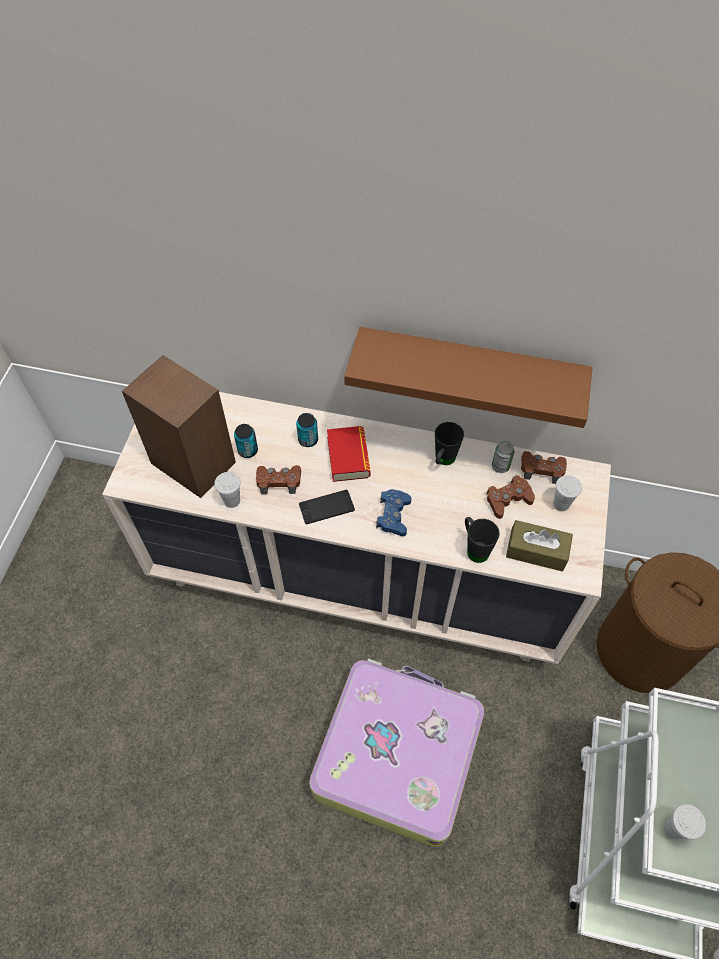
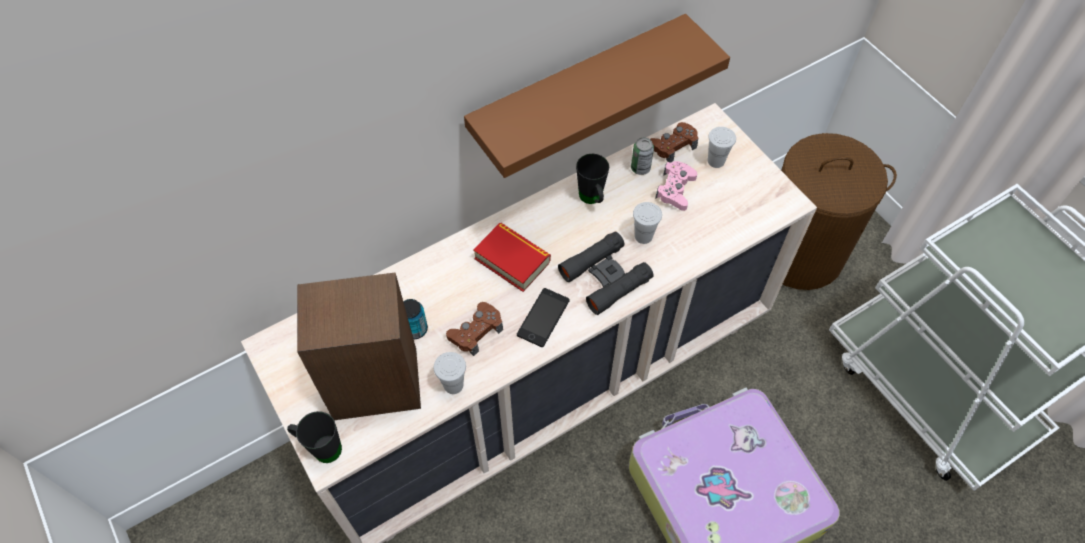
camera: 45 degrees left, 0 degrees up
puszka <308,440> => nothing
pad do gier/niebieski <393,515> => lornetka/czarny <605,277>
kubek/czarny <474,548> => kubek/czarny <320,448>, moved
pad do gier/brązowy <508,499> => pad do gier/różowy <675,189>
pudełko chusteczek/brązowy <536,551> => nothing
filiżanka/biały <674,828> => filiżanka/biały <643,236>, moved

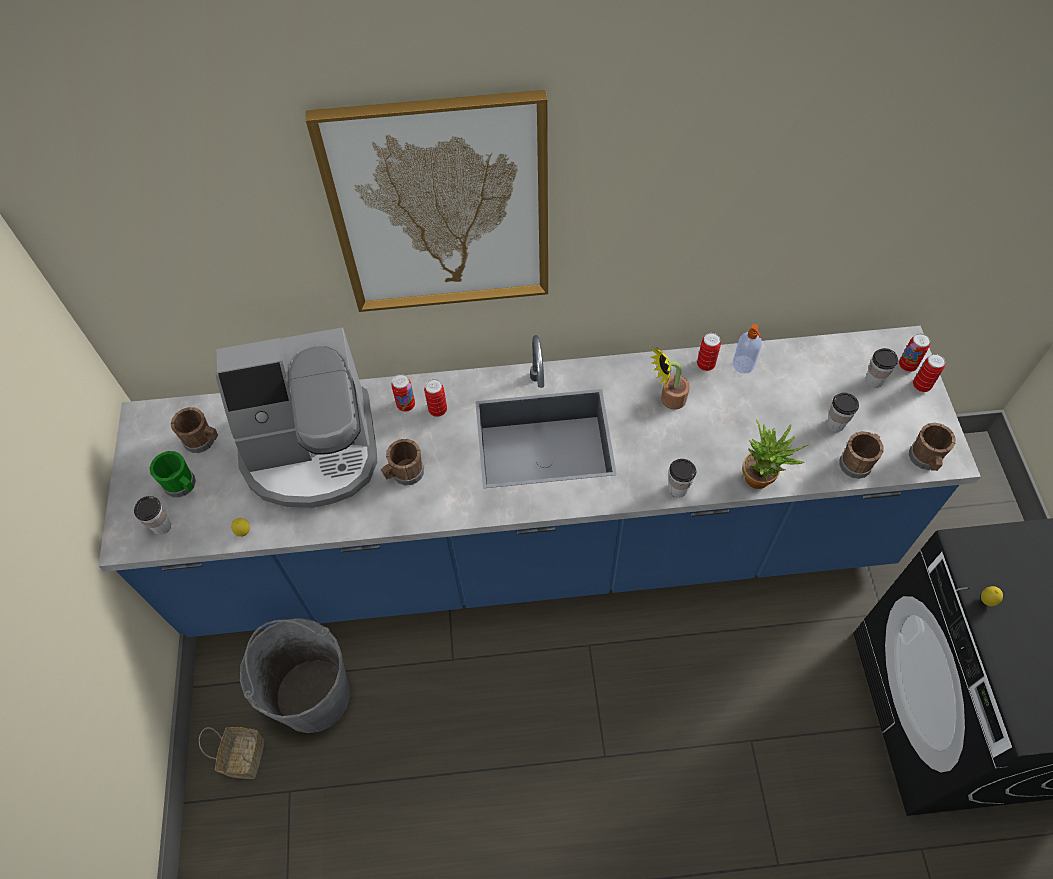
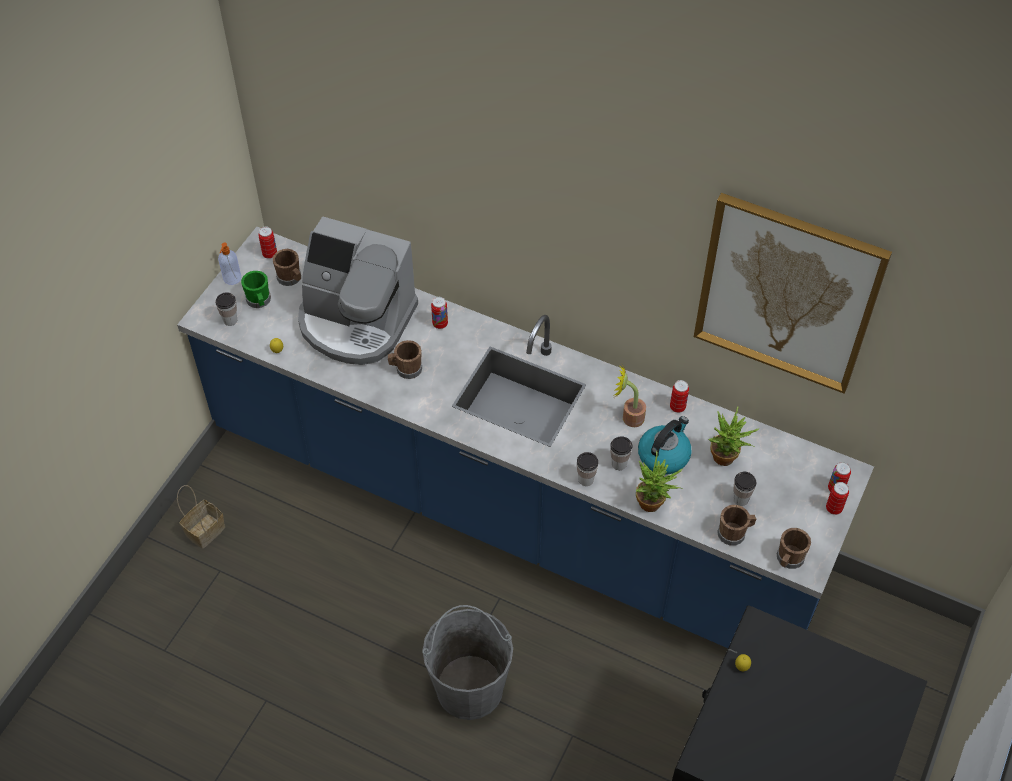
camera: 30 degrees right, 5 degrees down
wiadro/szary <313,695> => wiadro/szary <469,687>, moved
obraz <441,208> => obraz <787,293>, moved
puszka <438,410> => puszka <270,254>, moved
dozownik mydła <744,365> => dozownik mydła <232,278>, moved
filiżanka <873,380> => filiżanka <619,464>, moved
nothing => czajnik <664,455>
nothing => roślina doniczkowa <726,460>

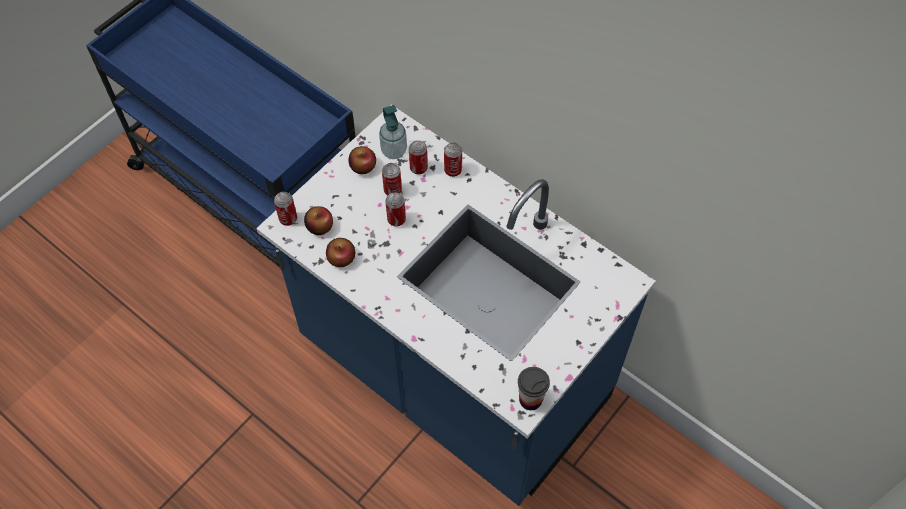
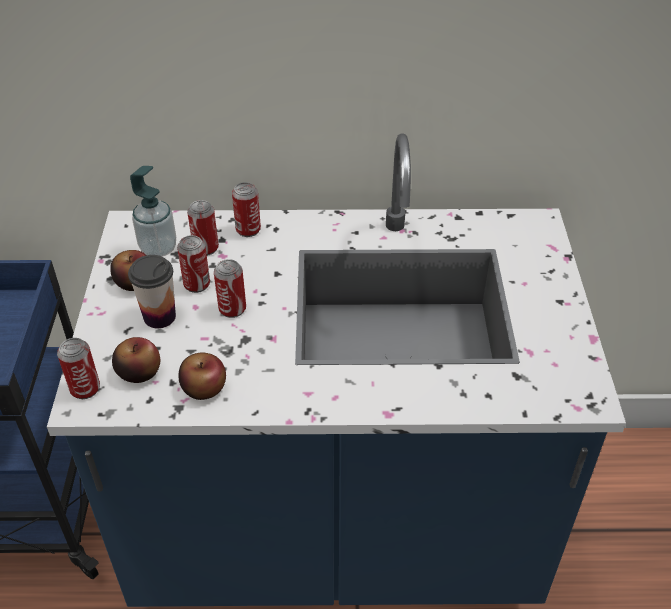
camera: 40 degrees left, 15 degrees down
filiżanka <530,399> => filiżanka <159,317>, moved

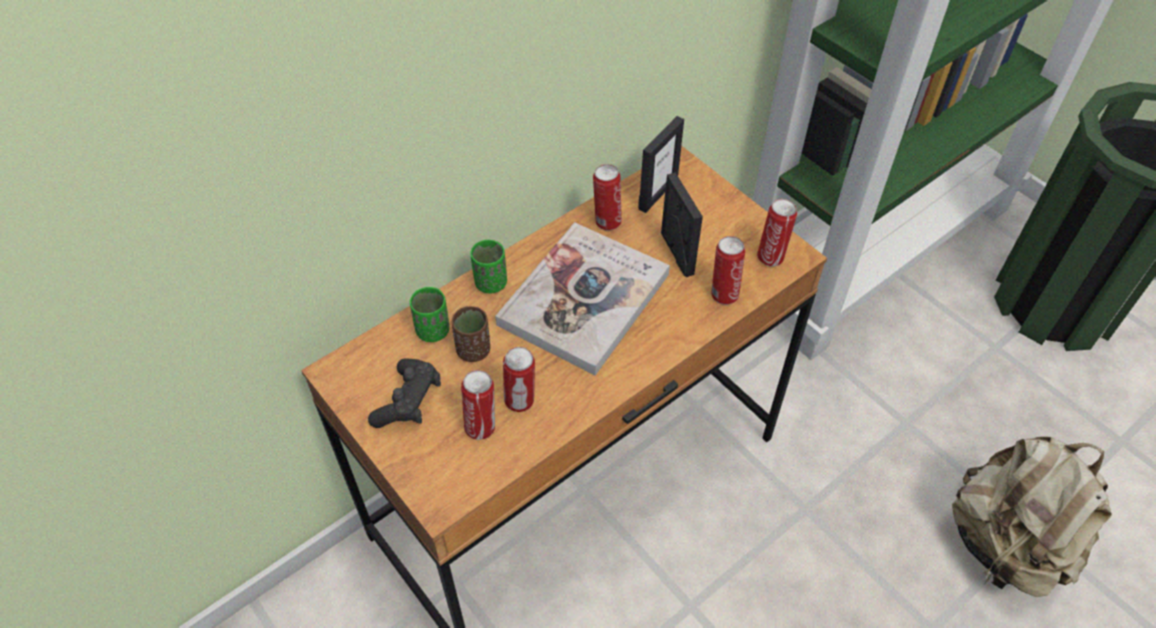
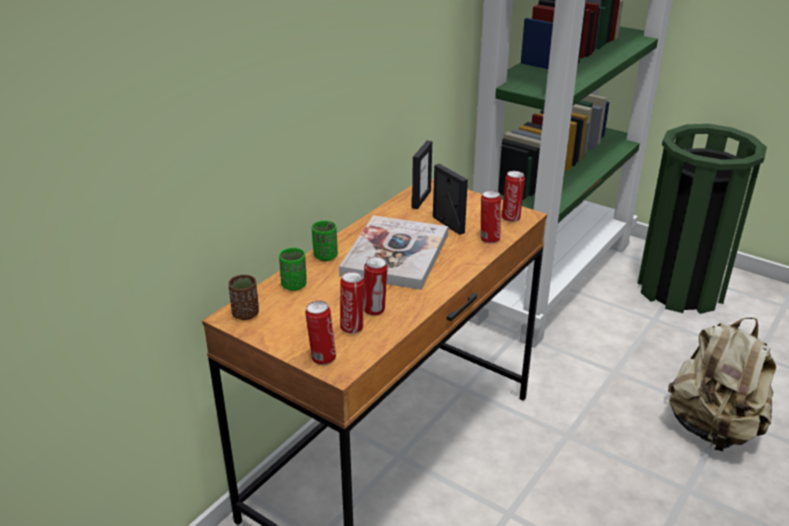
camera: 15 degrees left, 20 degrees down
pad do gier/czarny <408,402> => nothing
filiżanka/brązowy <473,350> => filiżanka/brązowy <246,314>, moved
puszka <606,221> => puszka <322,358>, moved

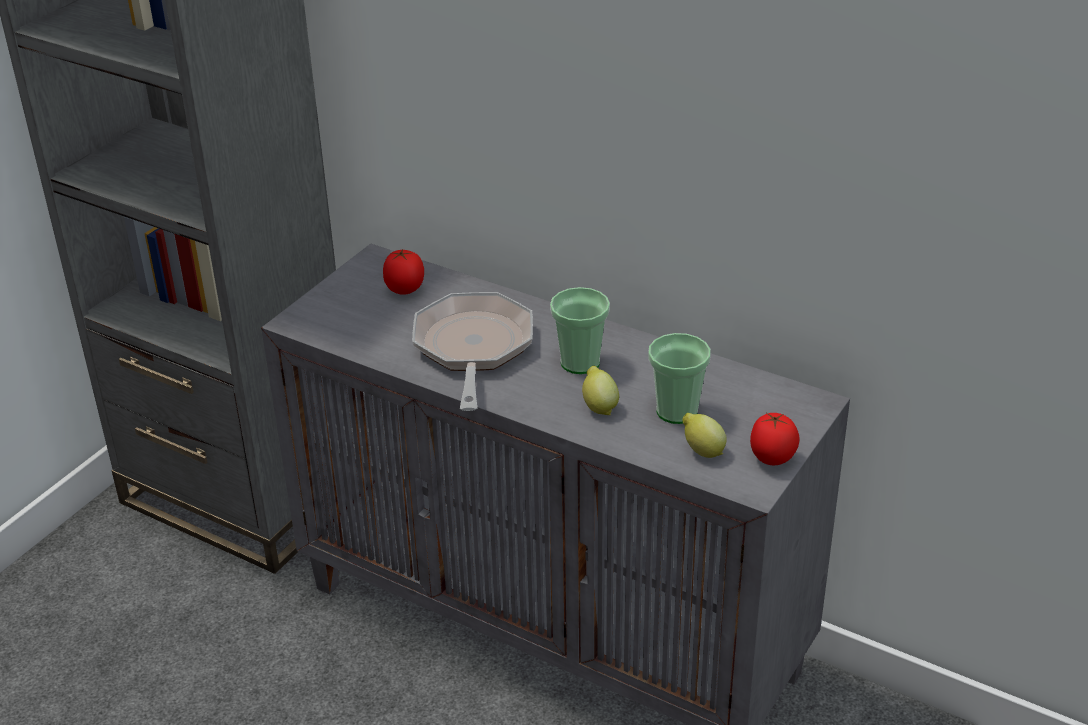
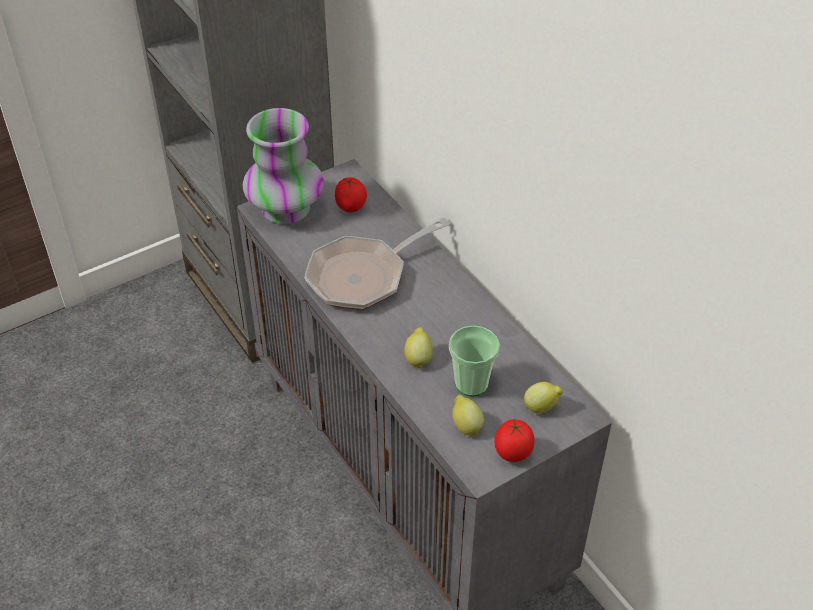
camera: 25 degrees right, 10 degrees up
patelnia <473,349> => patelnia <363,276>, 150 degrees counterclockwise
filiżanka <580,362> => nothing
nothing => wazon <286,208>
nothing => cytryna <541,407>

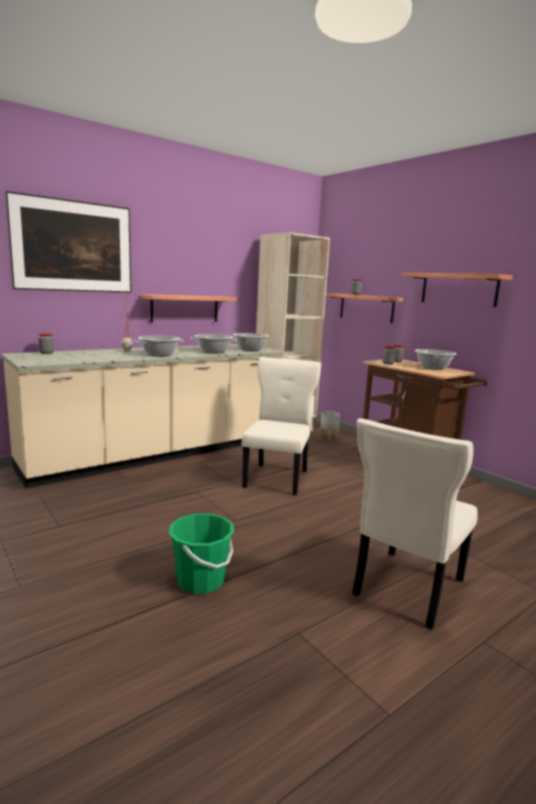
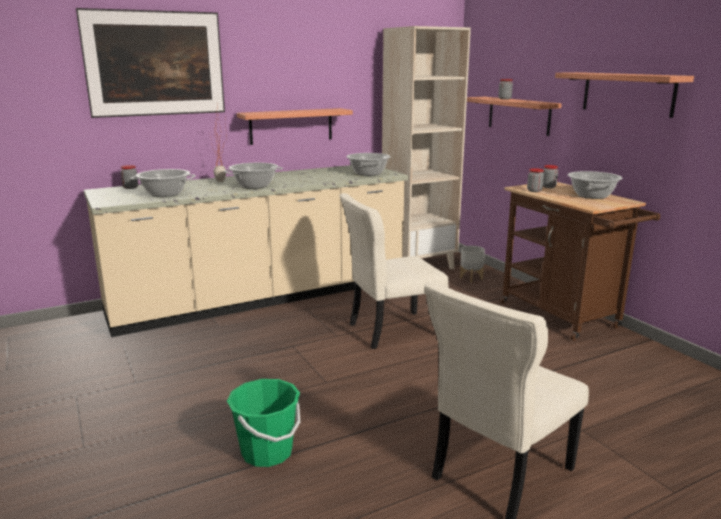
camera: 10 degrees right, 5 degrees up
garnek <213,352> => garnek <165,194>, moved
krzesło/beżowy <277,477> => krzesło/beżowy <391,330>, 135 degrees counterclockwise

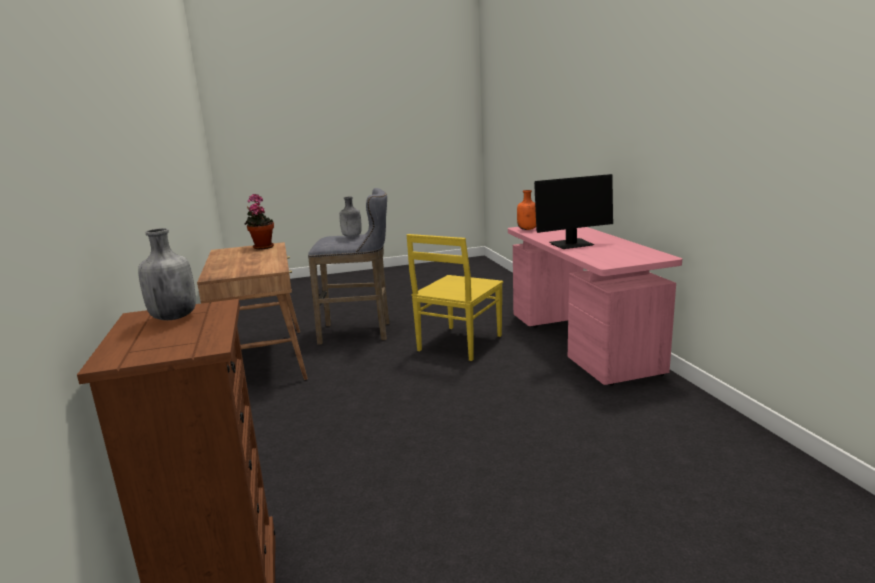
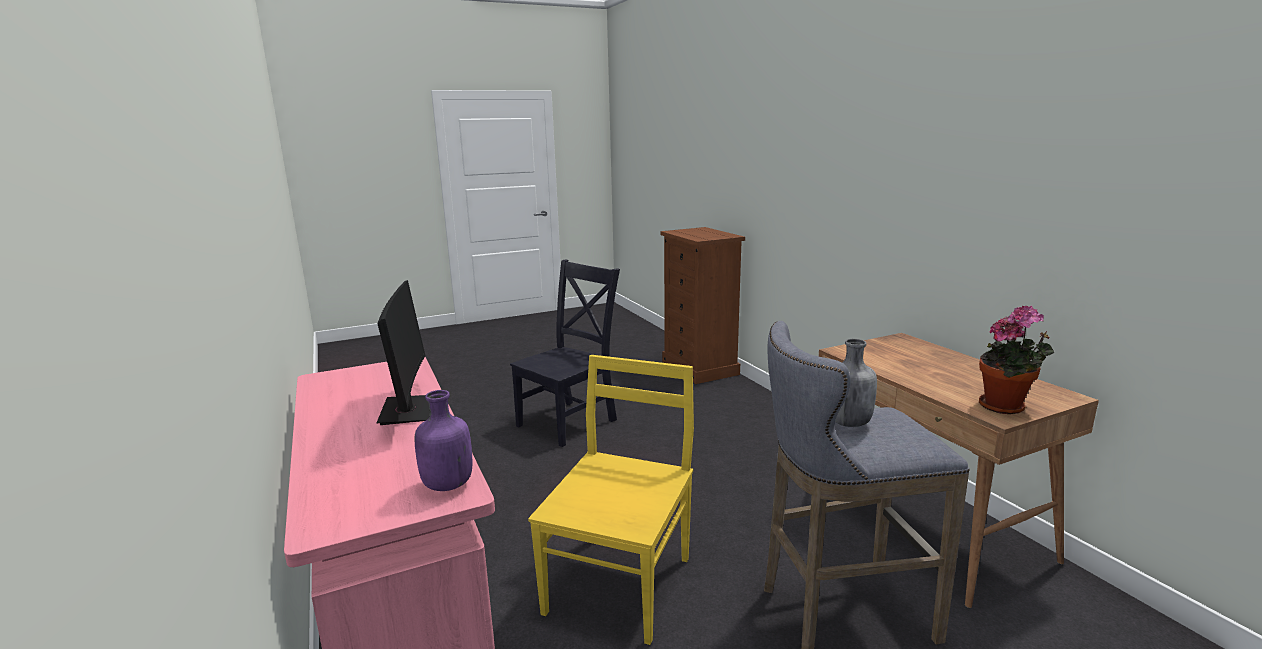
camera: 170 degrees right, 0 degrees up
butelka/szary <174,317> => nothing
butelka/pomarańczowy <527,229> => butelka/fioletowy <446,485>
monitor <571,244> => monitor <408,410>, 105 degrees clockwise
nothing => krzesło/czarny <570,421>

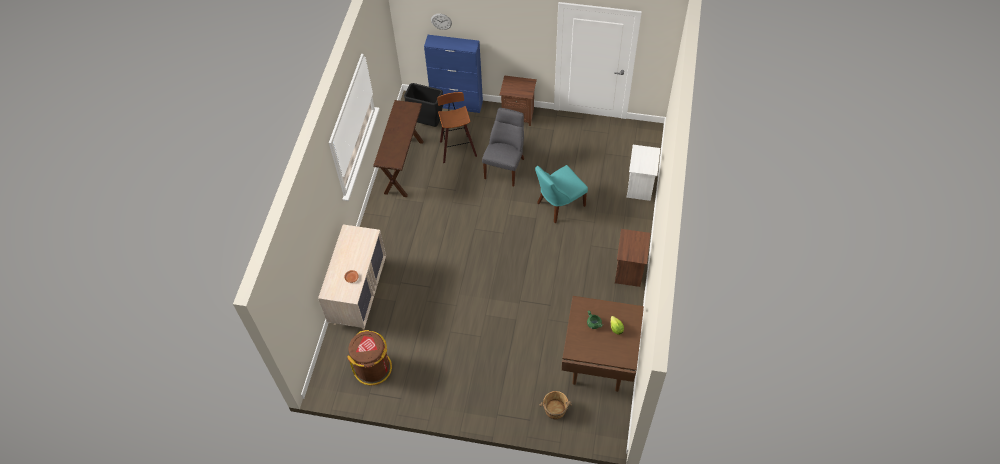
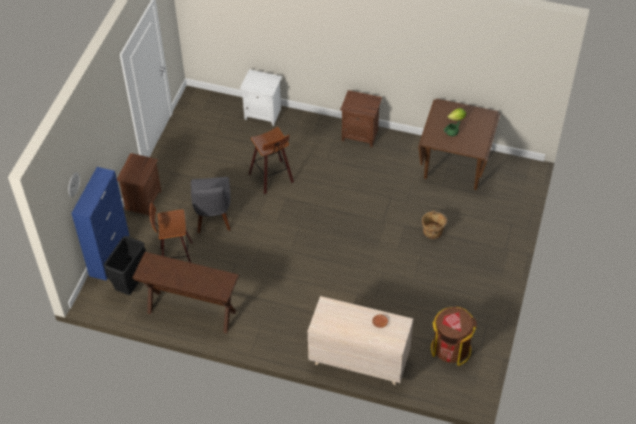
camera: 85 degrees left, 5 degrees down
krzesło/szary <505,167> => krzesło/szary <213,218>, 120 degrees counterclockwise
krzesło/turkusowy <559,205> => stołek <273,178>
wiadro/brązowy <555,410> => wiadro/brązowy <433,231>, moved

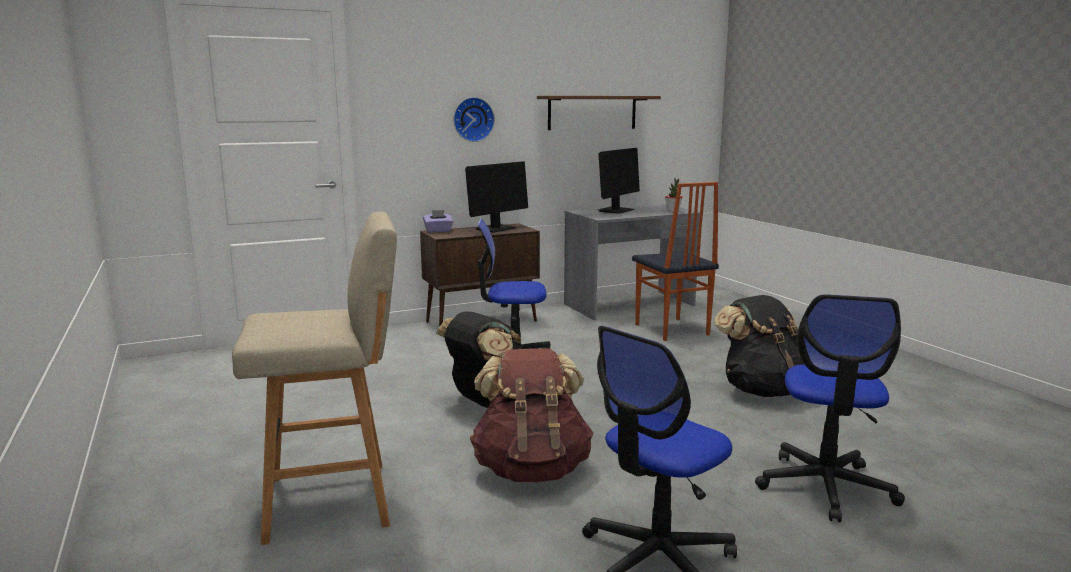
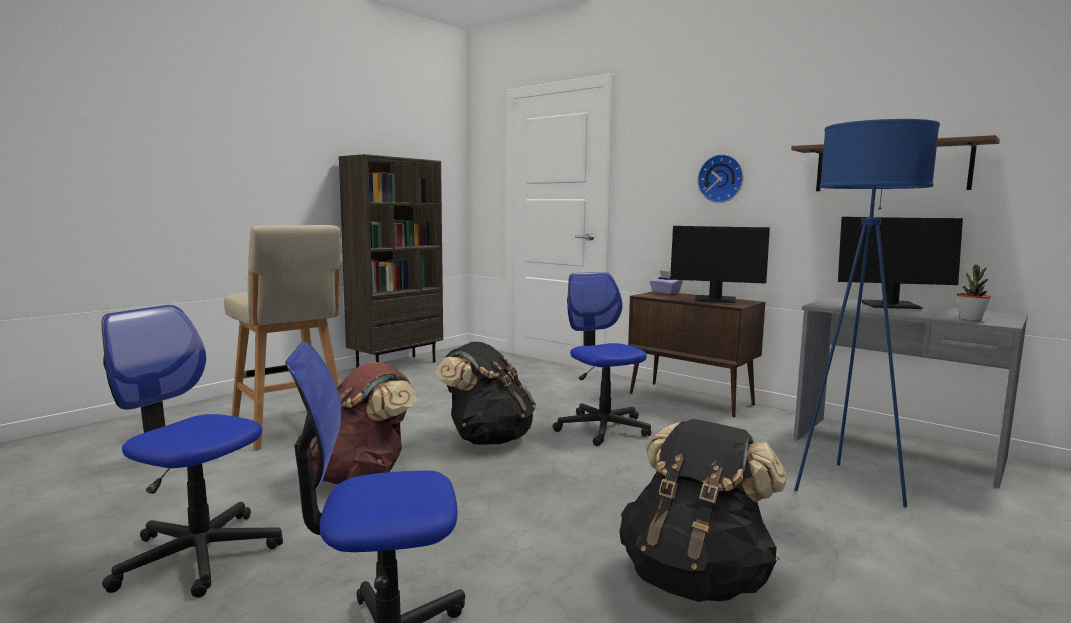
camera: 65 degrees right, 5 degrees down
krzesło <671,330> => lampa stojąca/niebieski <845,485>
nothing => regał/brązowy <396,365>

